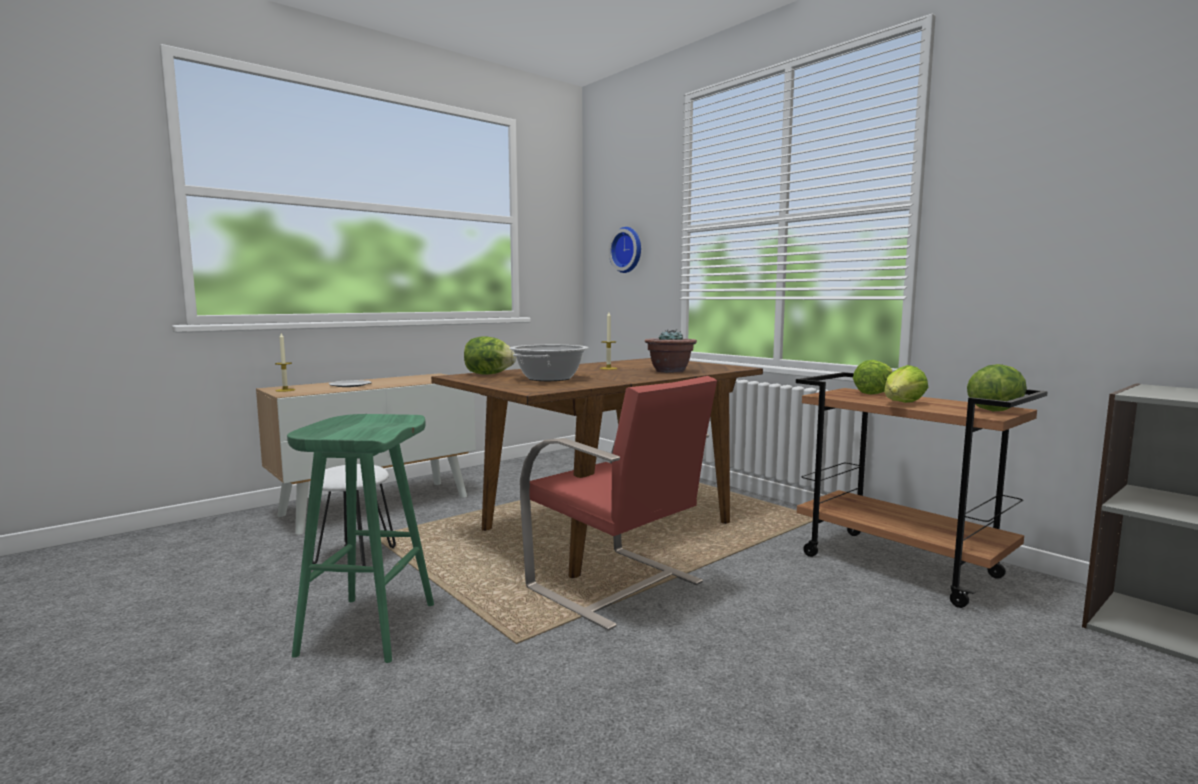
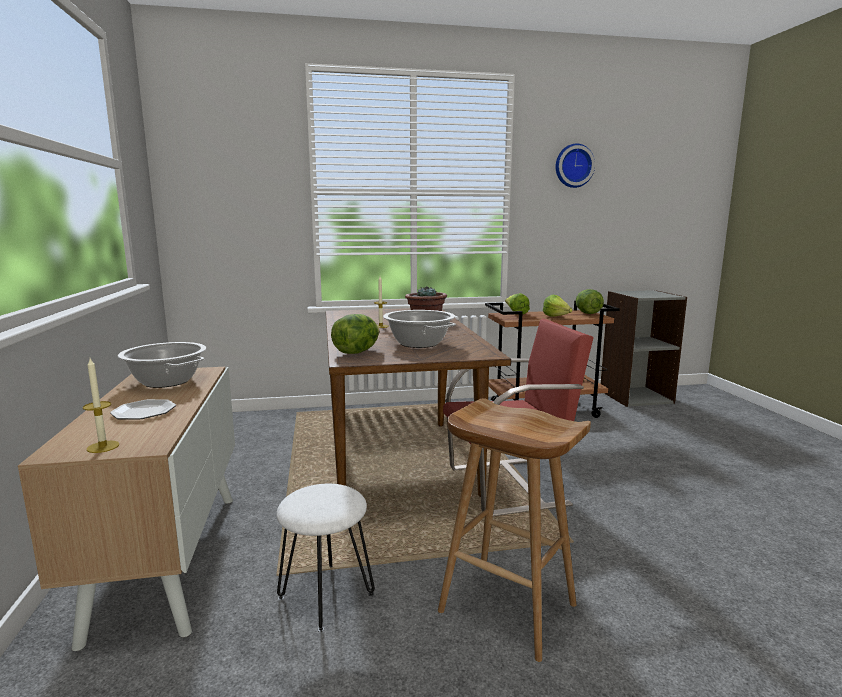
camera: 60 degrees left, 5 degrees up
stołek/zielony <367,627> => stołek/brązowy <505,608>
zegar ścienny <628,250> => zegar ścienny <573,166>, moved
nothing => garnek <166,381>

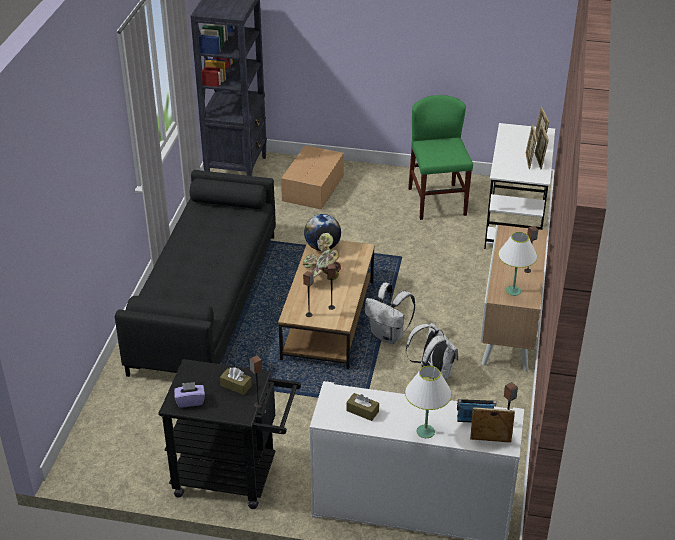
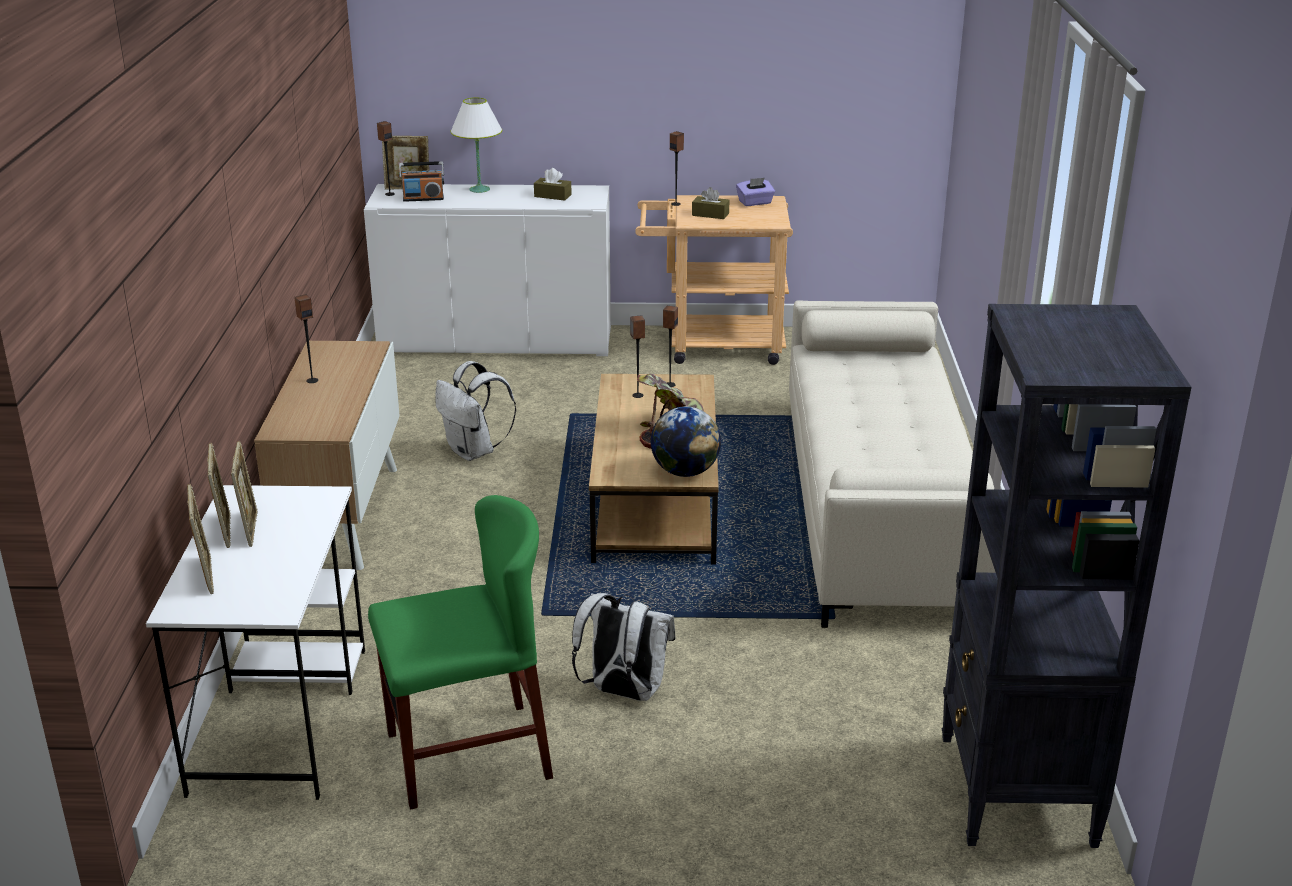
camera: 170 degrees right, 10 degrees down
kanapa/czarny <205,301> => kanapa/beżowy <879,507>
wózek/czarny <234,476> => wózek/beżowy <713,345>
karton <312,188> => nothing
plecak/biały <388,335> => plecak/biały <623,692>, moved
krzesło/zielony <437,202> => krzesło/zielony <468,755>, 90 degrees counterclockwise
lampa stołowa/biały <513,291> => nothing

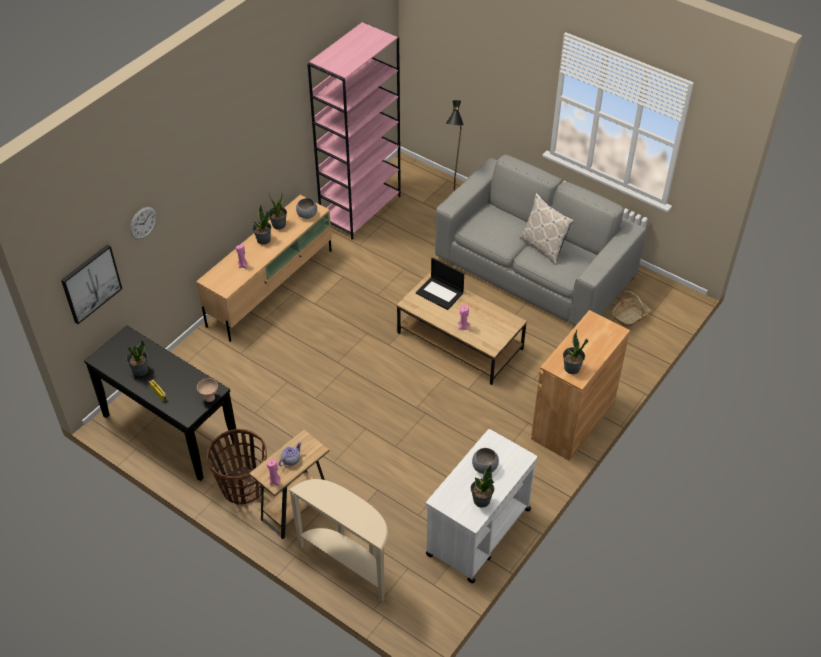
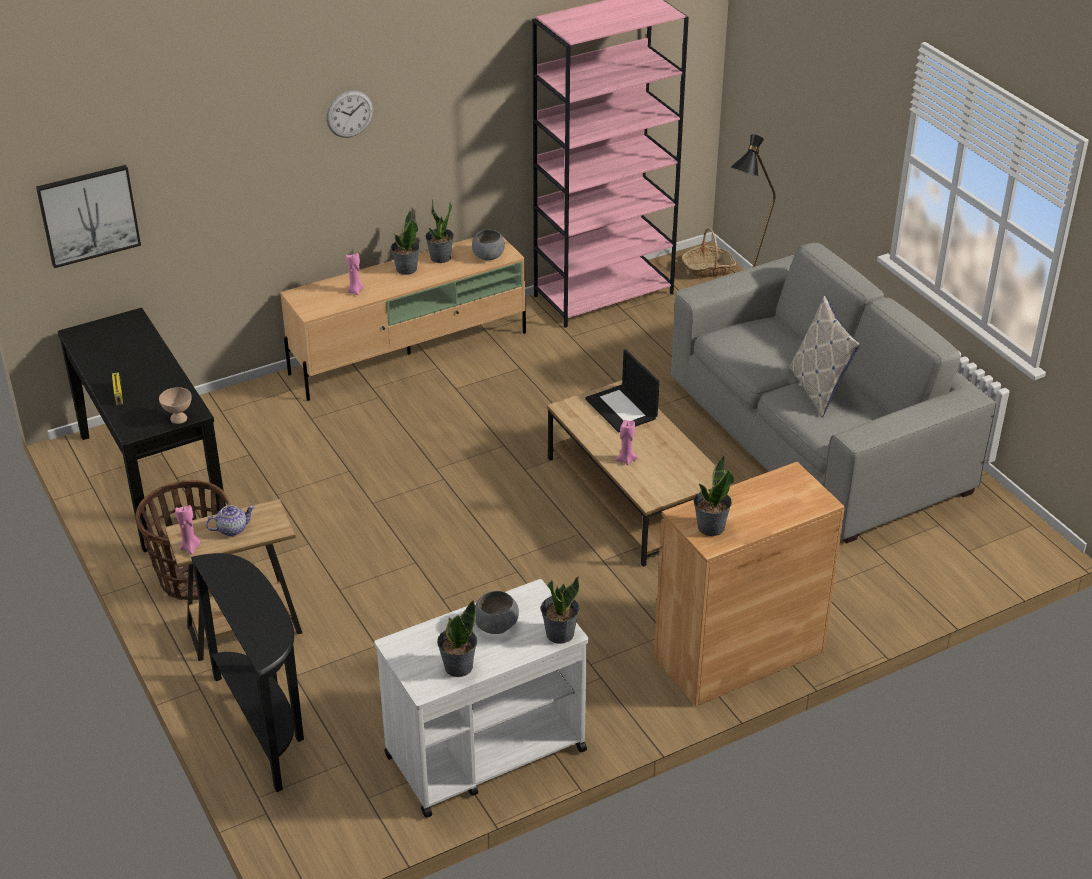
camera: 25 degrees right, 10 degrees down
roślina doniczkowa <140,370> => roślina doniczkowa <559,633>, moved
zegar ścienny <143,223> => zegar ścienny <349,114>, moved
stolik konsolowy/beżowy <348,563> => stolik konsolowy/czarny <265,724>
koszyk <630,317> => koszyk <708,270>, moved

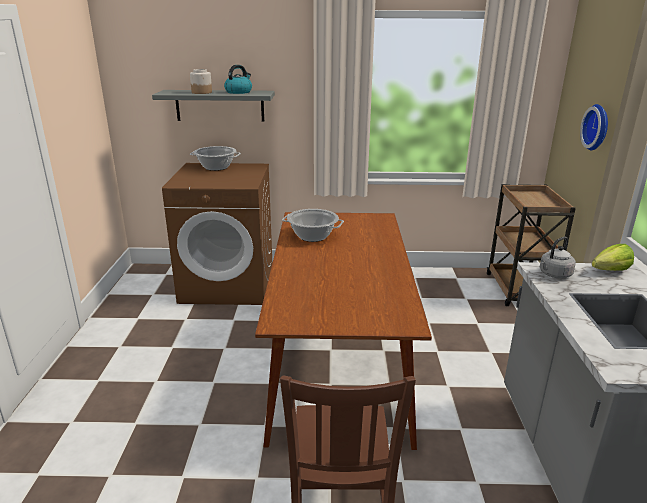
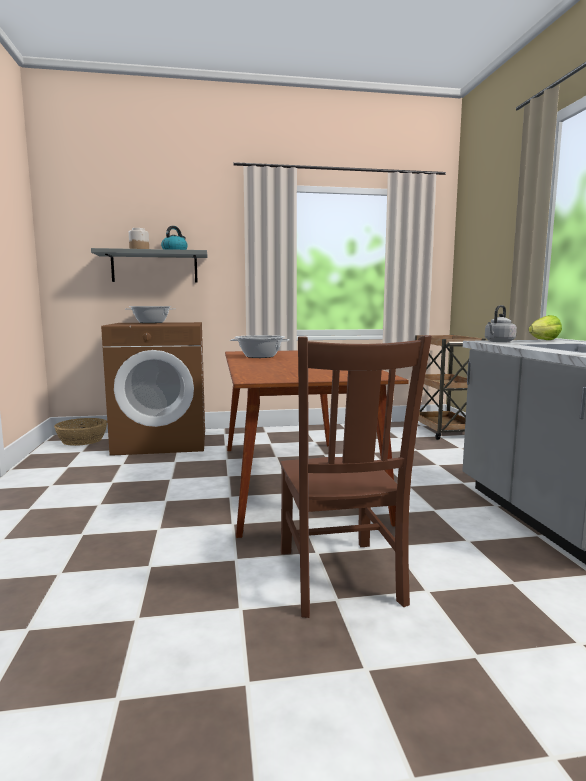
camera: 10 degrees left, 15 degrees down
zegar ścienny <598,127> => nothing
nothing => koszyk <82,440>

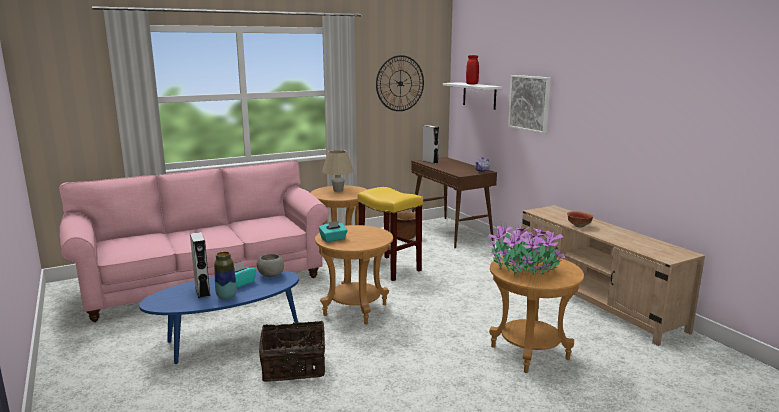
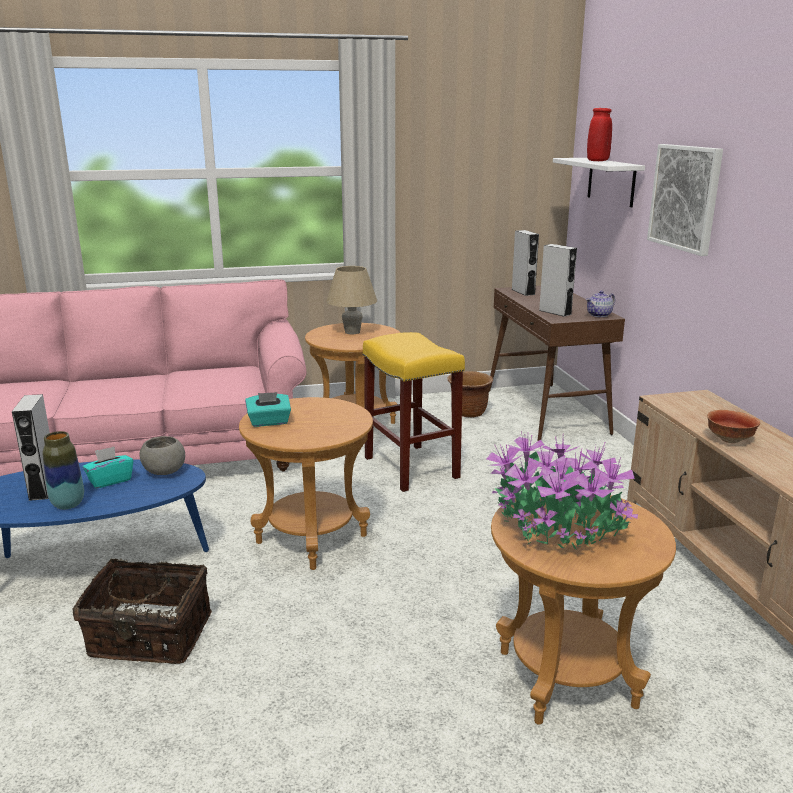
camera: 15 degrees right, 5 degrees up
zegar ścienny <400,83> => nothing
nothing => głośnik/szary <555,312>

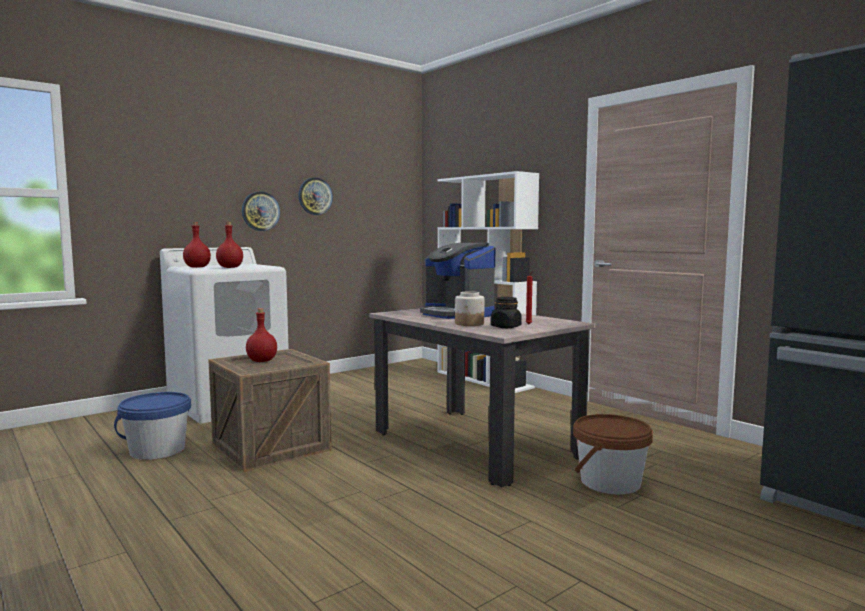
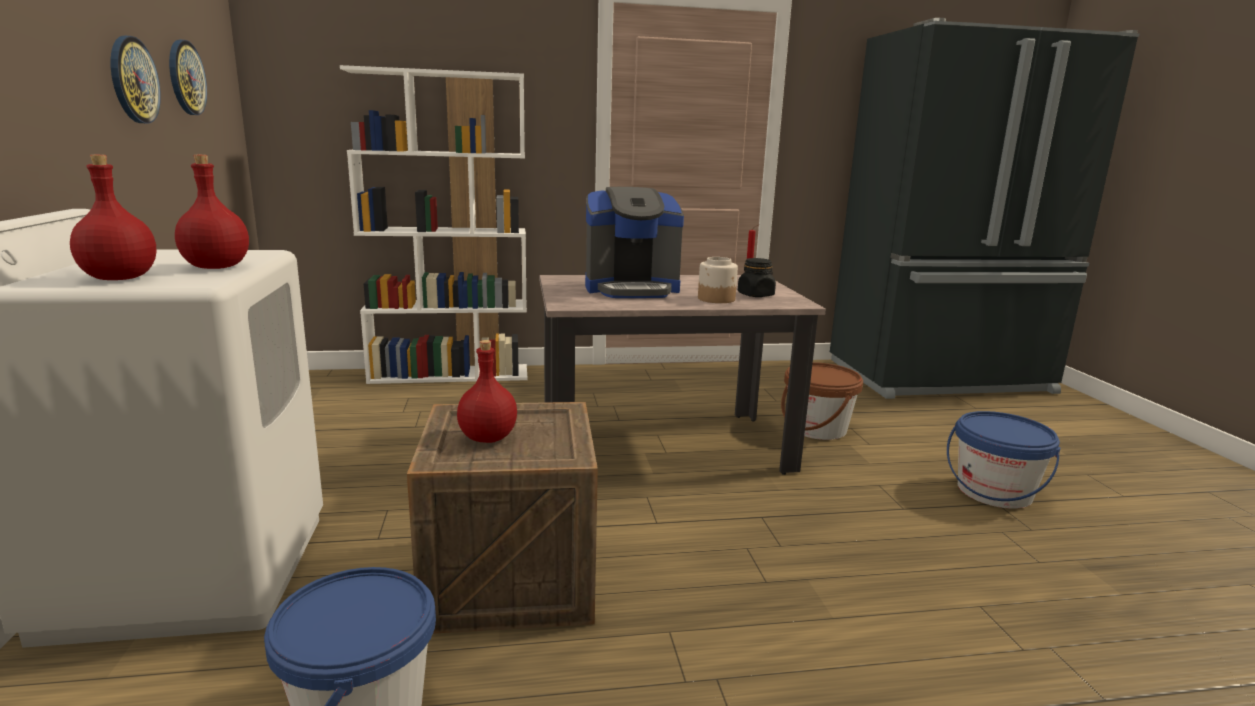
camera: 60 degrees left, 10 degrees up
zegar ścienny <260,211> => zegar ścienny <186,78>, moved
nothing => wiadro/niebieski <994,492>

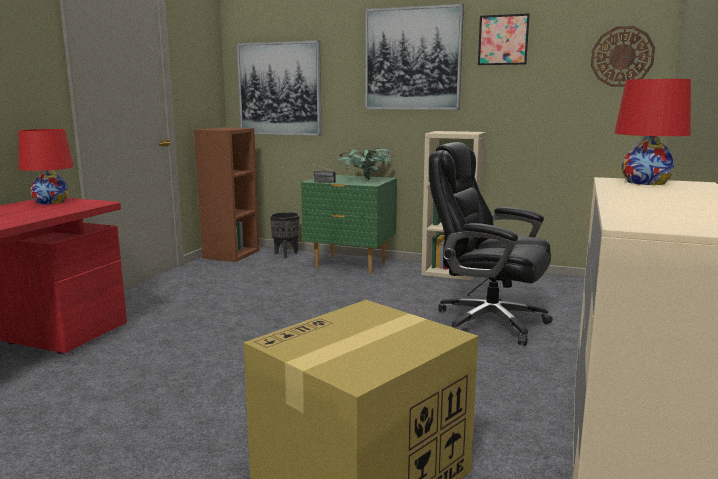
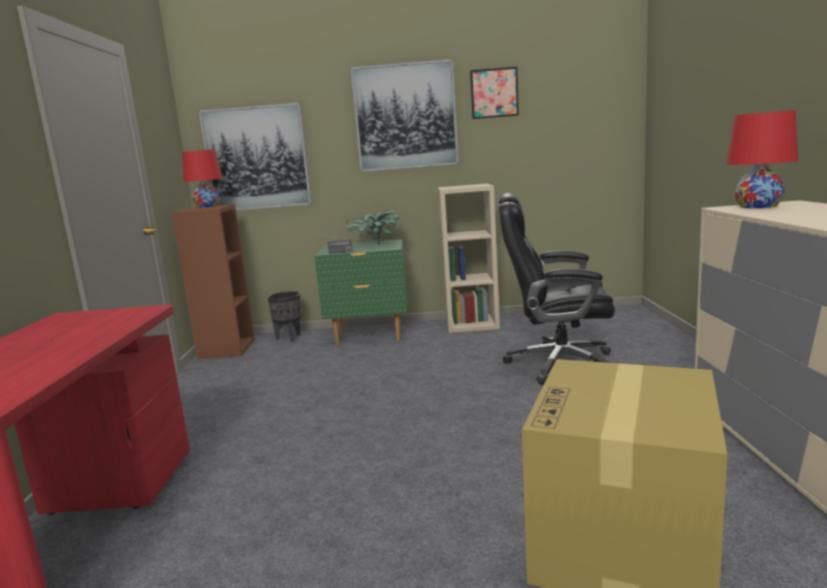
camera: 20 degrees left, 0 degrees up
lampa stołowa/czerwony <50,202> => lampa stołowa/czerwony <207,206>, moved
zegar ścienny <622,56> => nothing

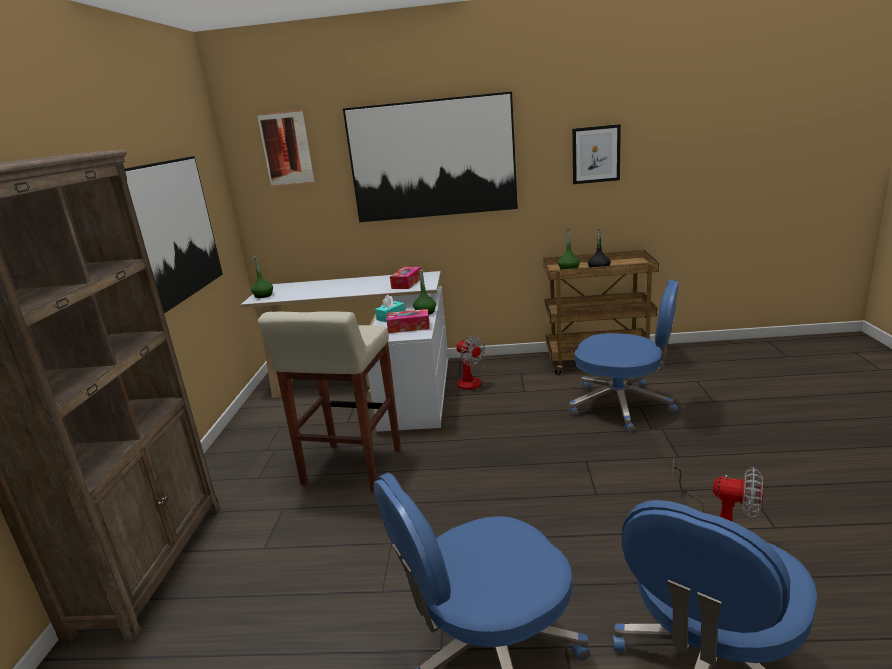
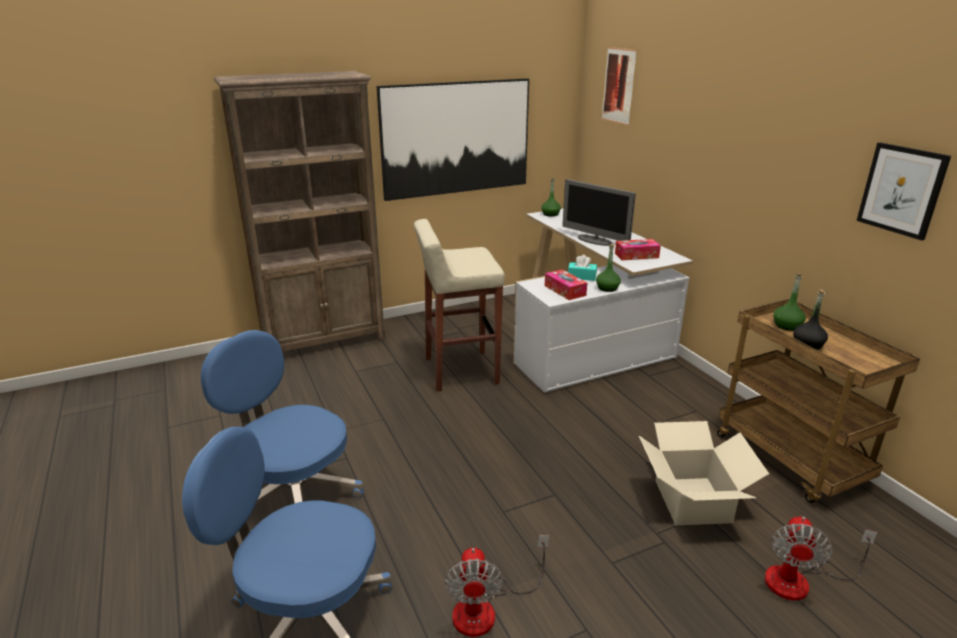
camera: 60 degrees right, 5 degrees up
obraz <432,159> => nothing
wentylator <471,380> => wentylator <799,580>, moved
krzesło biurowe/niebieski <622,406> => karton <691,501>
nothing => monitor <594,241>

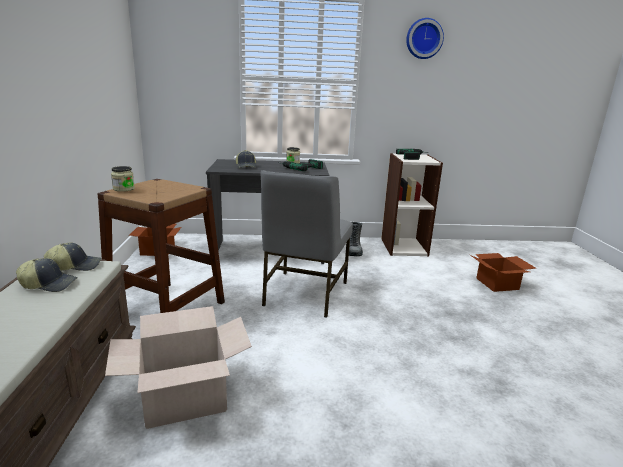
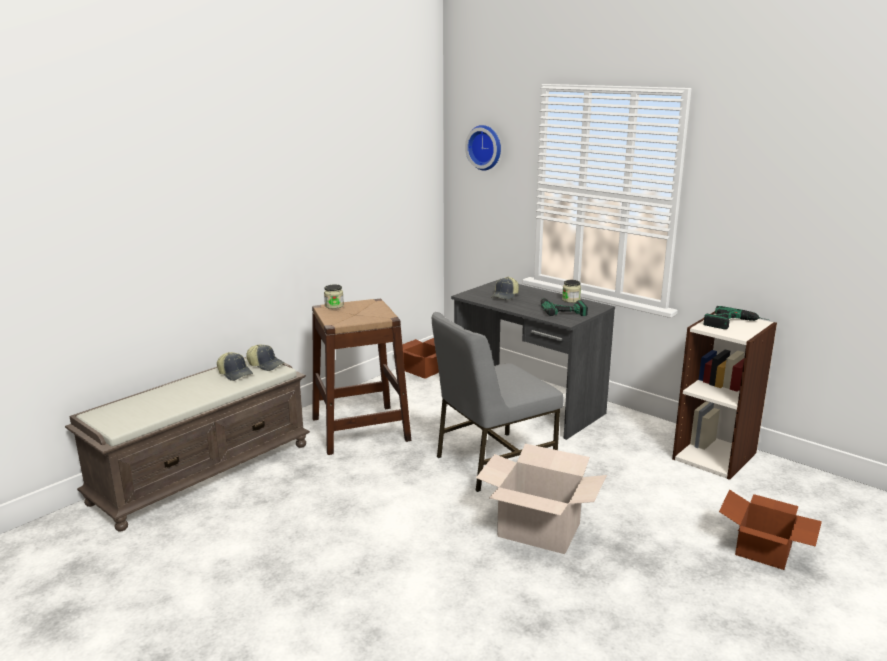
camera: 45 degrees right, 0 degrees up
karton <185,398> => karton <539,530>, moved
but z cholewką <353,250> => nothing
zegar ścienny <424,39> => zegar ścienny <485,147>, moved

